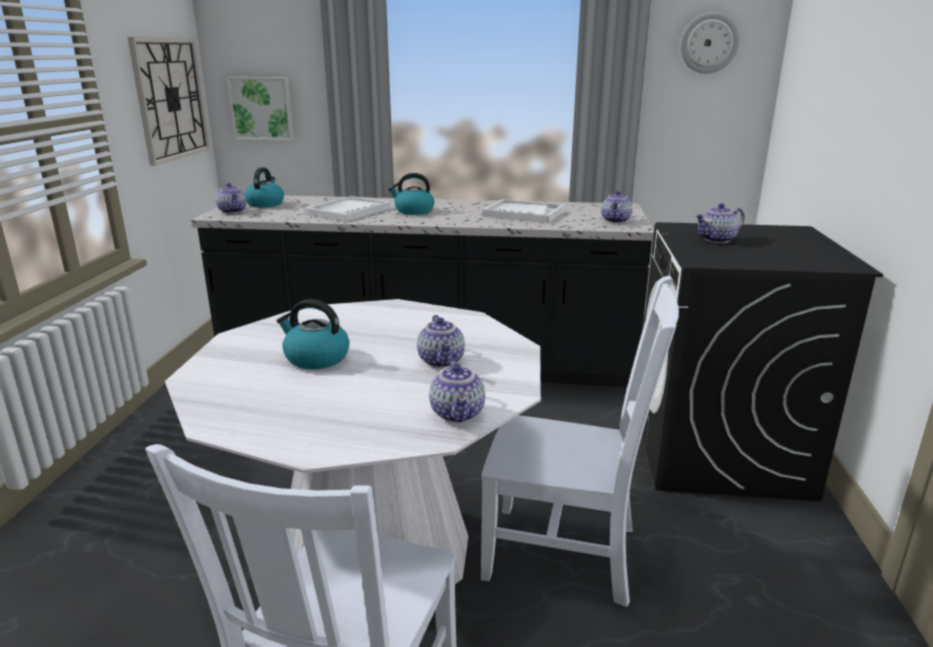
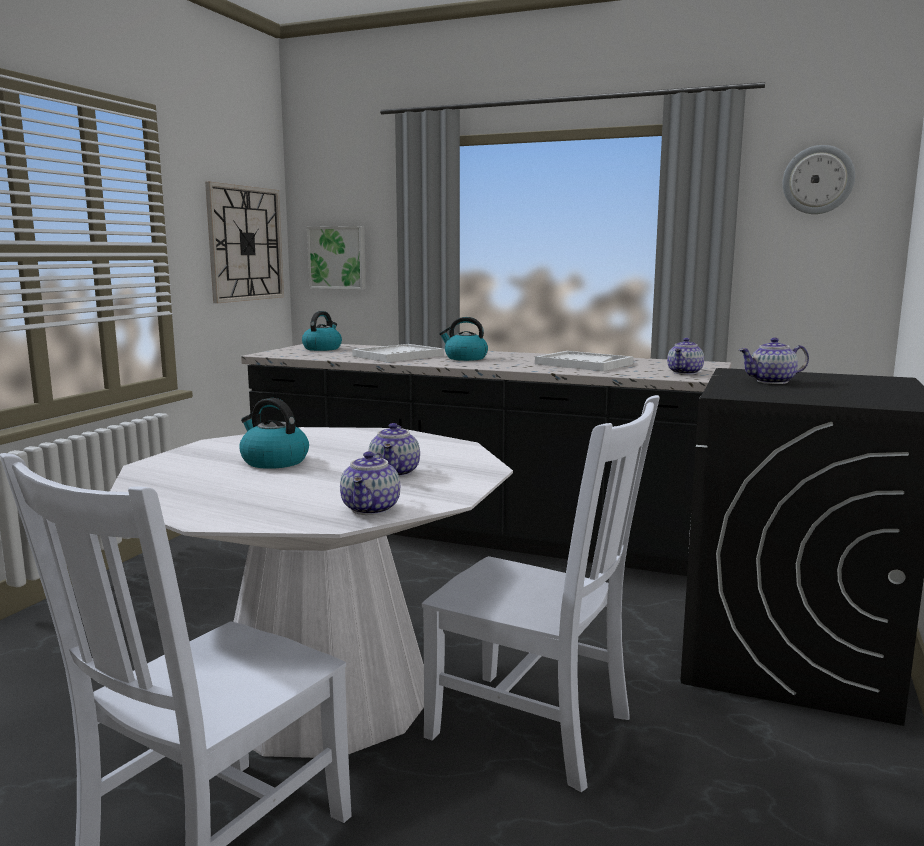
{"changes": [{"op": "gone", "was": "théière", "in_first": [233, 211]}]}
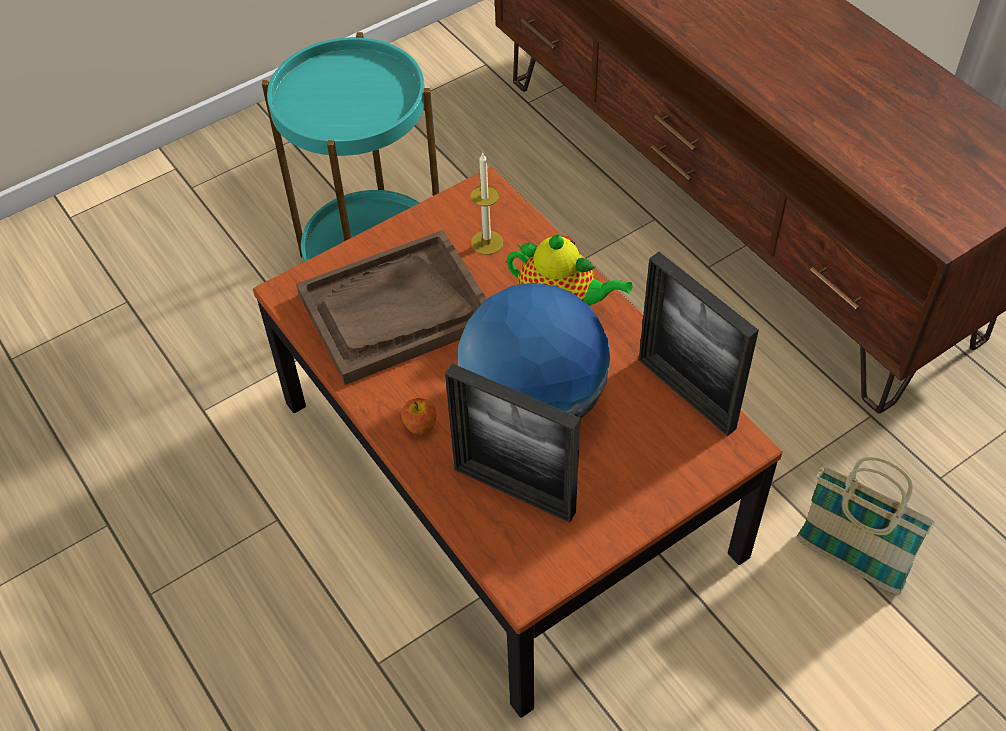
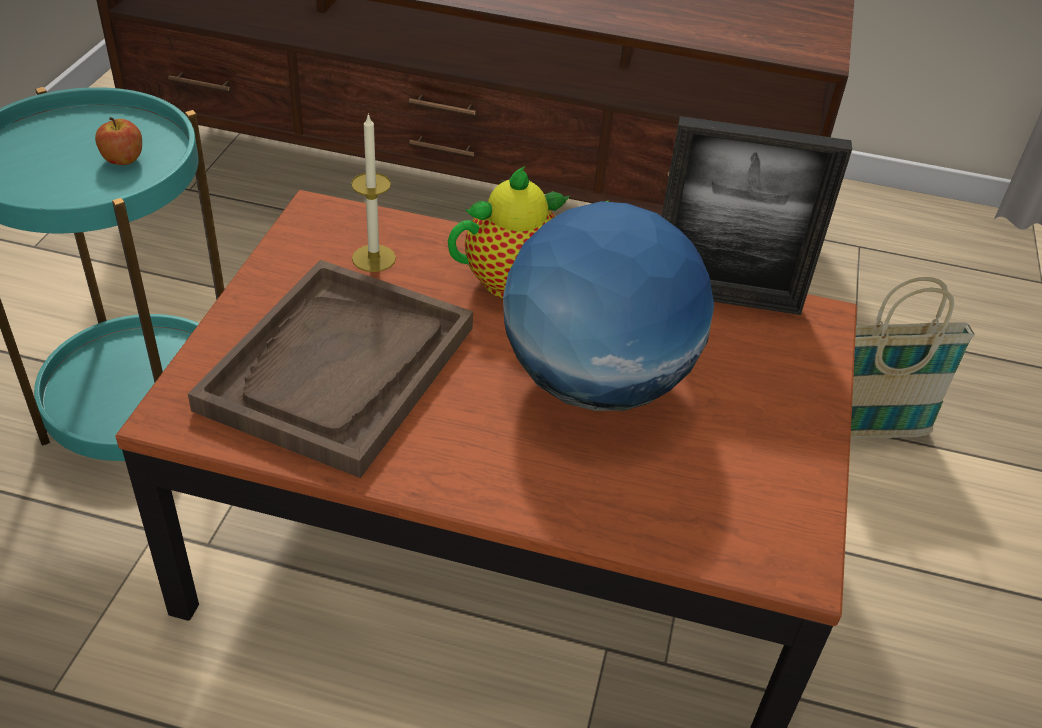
{"changes": [{"op": "shifted", "was": "pomme", "in_first": [420, 425], "in_second": [123, 159]}, {"op": "gone", "was": "cadre photo", "in_first": [514, 490]}]}
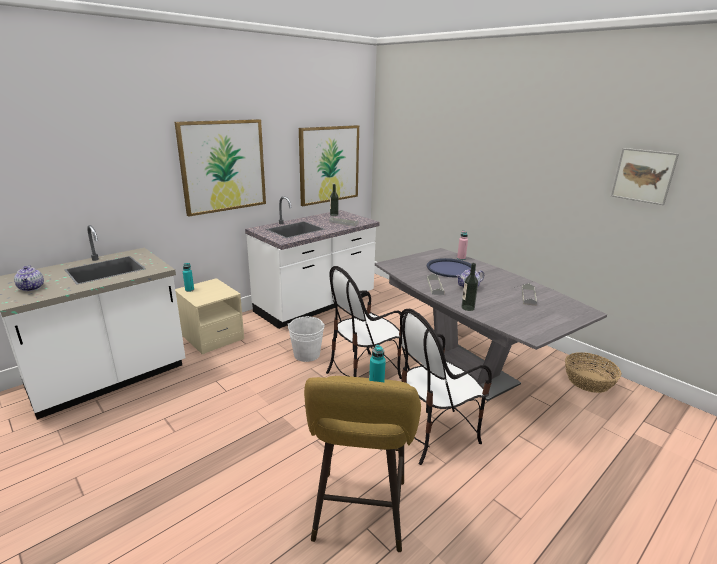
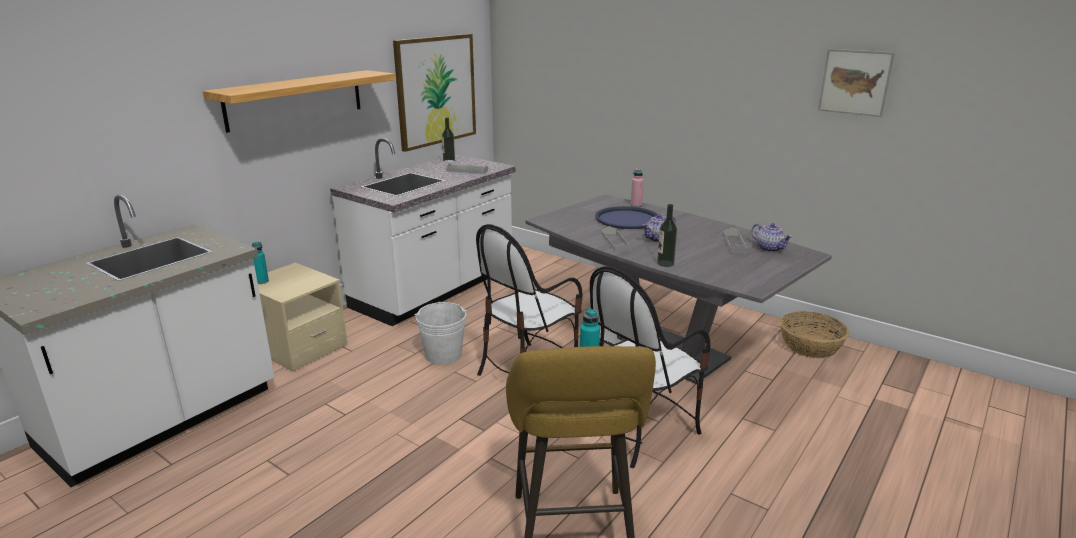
{"changes": [{"op": "swapped", "was": "tableau", "now": "étagère", "in_first": [223, 166], "in_second": [295, 99]}, {"op": "shifted", "was": "théière", "in_first": [32, 288], "in_second": [769, 248]}]}
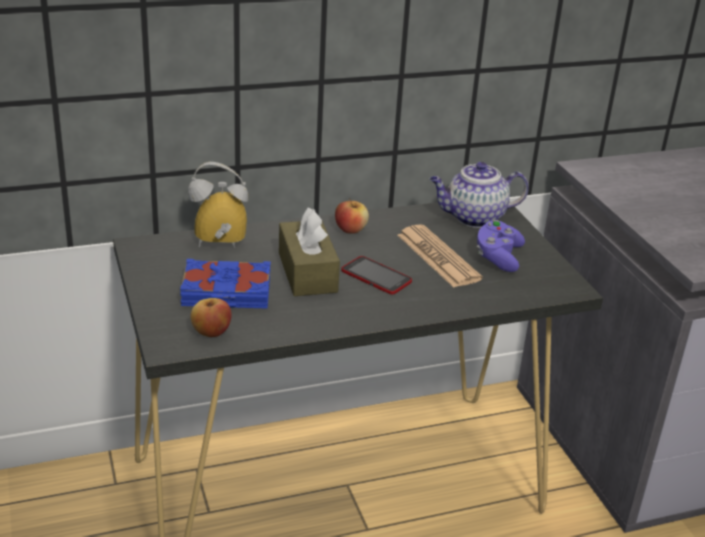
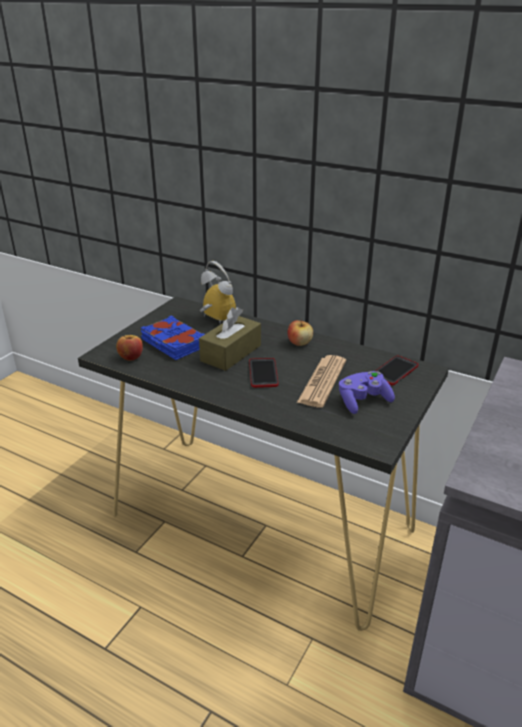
{"changes": [{"op": "swapped", "was": "théière", "now": "téléphone", "in_first": [473, 218], "in_second": [394, 371]}]}
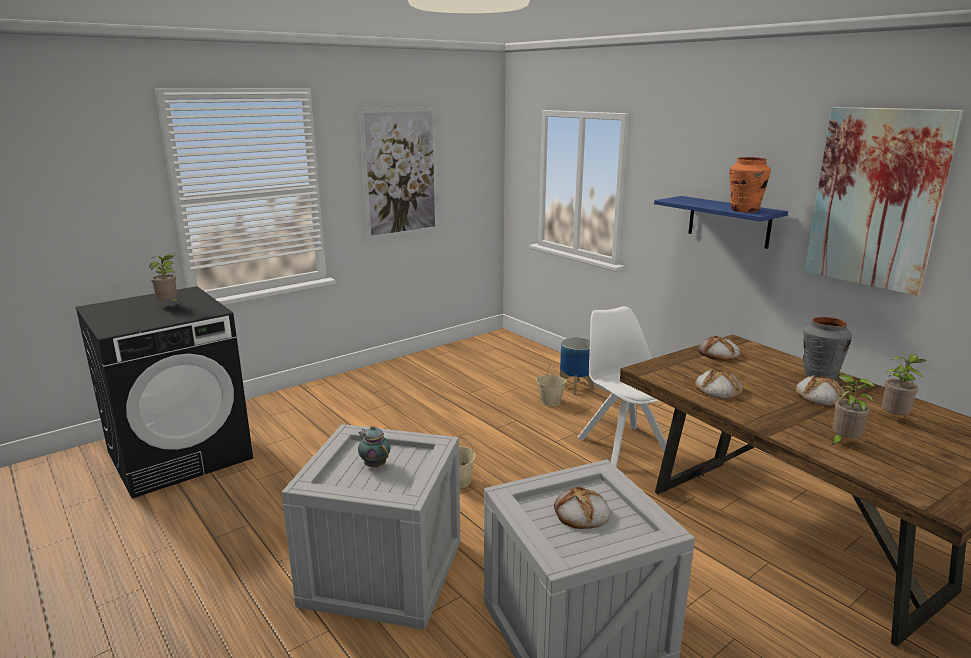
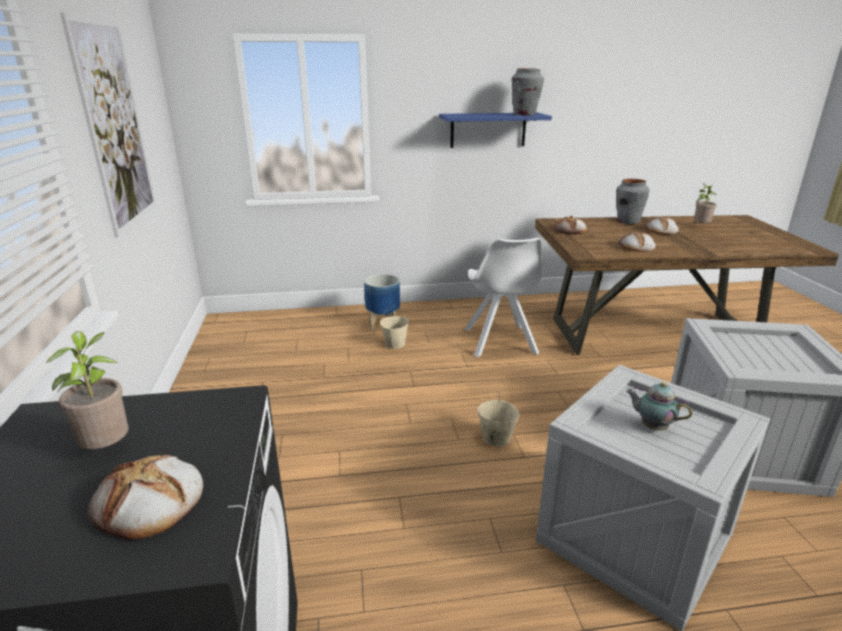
{"changes": [{"op": "shifted", "was": "pain", "in_first": [581, 513], "in_second": [149, 503]}, {"op": "rotated", "was": "chaise [blanc]", "in_first": [622, 446], "in_second": [500, 342], "clockwise": -105}, {"op": "repainted", "was": "vase [orange]", "now": "vase [gris]", "in_first": [744, 210], "in_second": [524, 114]}, {"op": "rotated", "was": "théière", "in_first": [374, 464], "in_second": [652, 426], "clockwise": 45}, {"op": "gone", "was": "tableau", "in_first": [876, 199]}, {"op": "gone", "was": "plante en pot", "in_first": [843, 442]}]}
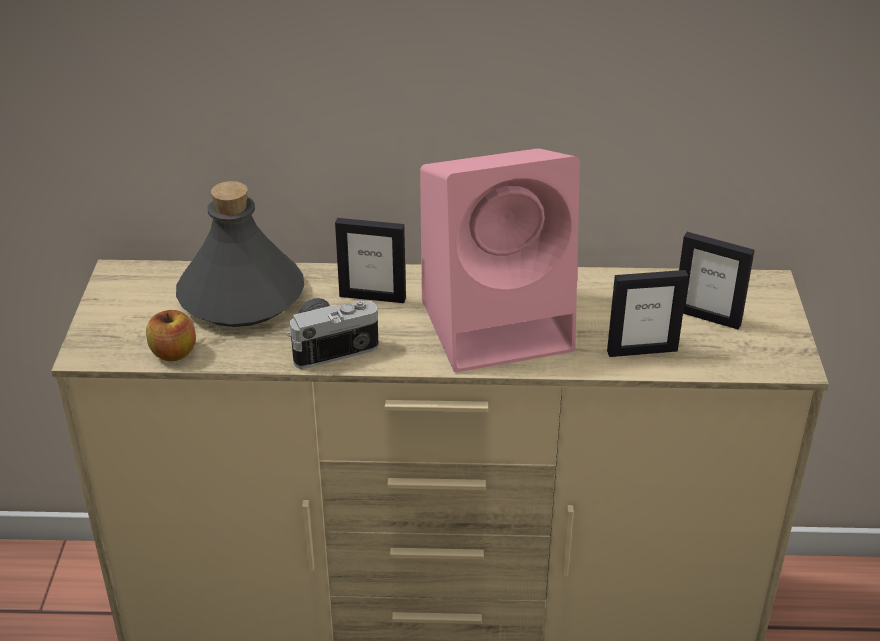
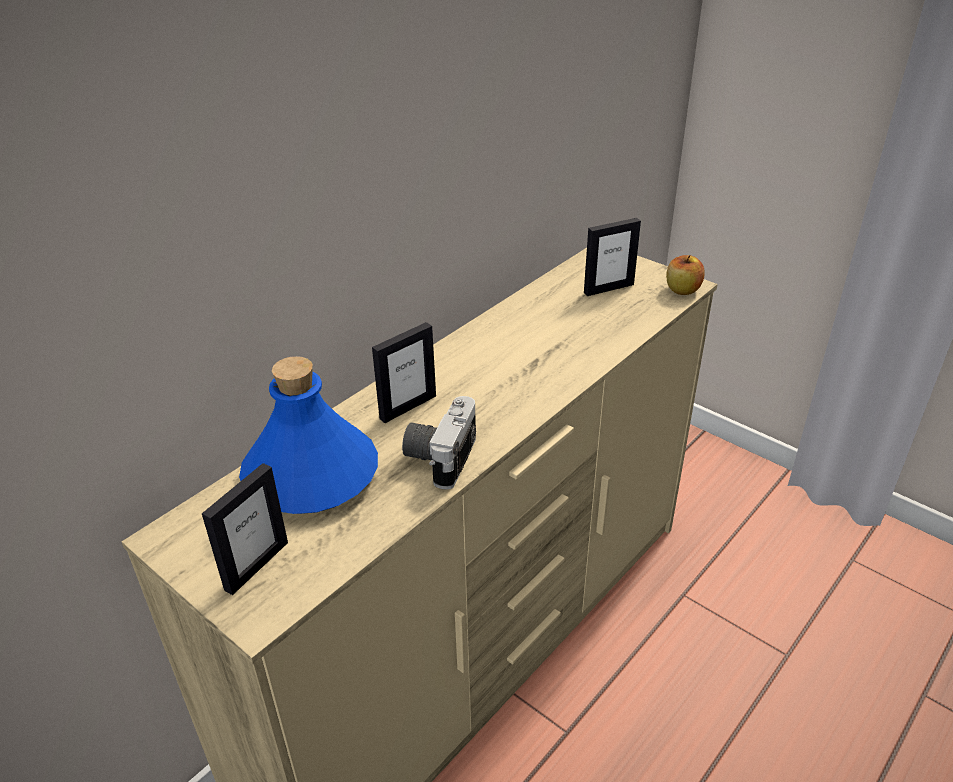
{"changes": [{"op": "shifted", "was": "cadre photo", "in_first": [642, 350], "in_second": [256, 565]}, {"op": "repainted", "was": "bouteille [gris]", "now": "bouteille [bleu]", "in_first": [240, 296], "in_second": [310, 475]}, {"op": "shifted", "was": "pomme", "in_first": [174, 353], "in_second": [682, 290]}, {"op": "gone", "was": "enceinte [rose]", "in_first": [500, 324]}]}
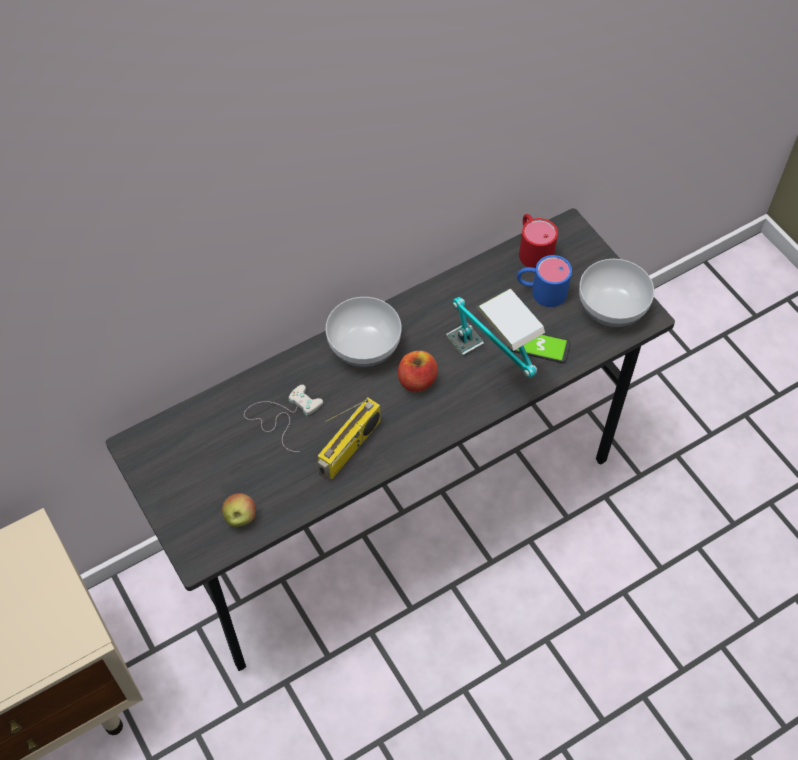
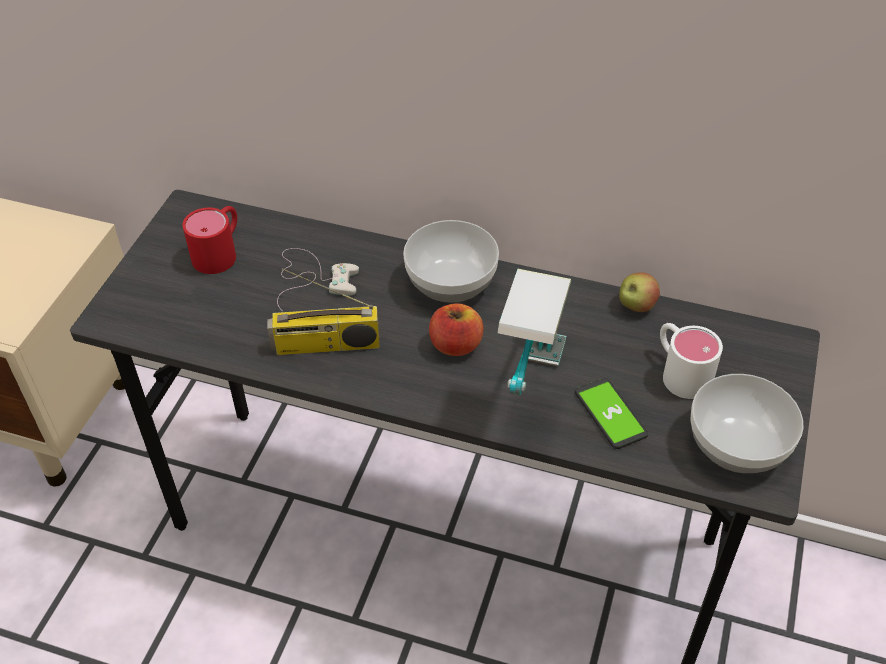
{"changes": [{"op": "shifted", "was": "mug [rouge]", "in_first": [532, 249], "in_second": [220, 251]}, {"op": "shifted", "was": "pomme", "in_first": [240, 518], "in_second": [636, 306]}, {"op": "repainted", "was": "mug [bleu]", "now": "mug [blanc]", "in_first": [541, 291], "in_second": [680, 371]}]}
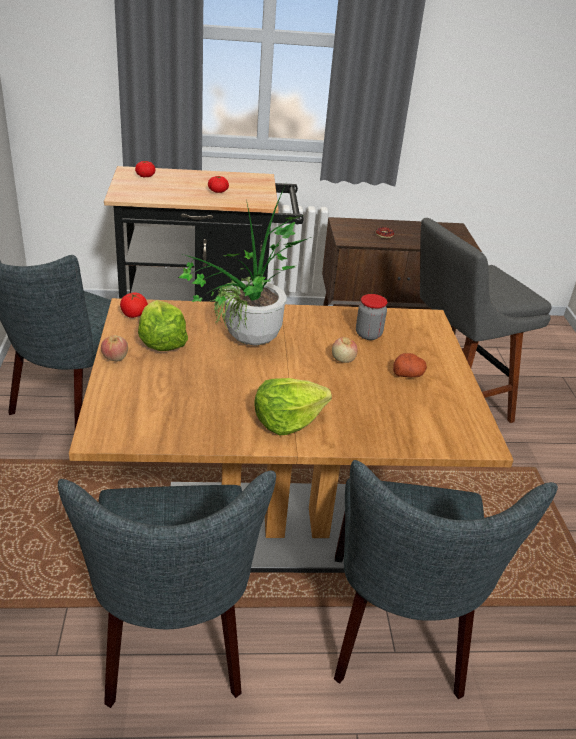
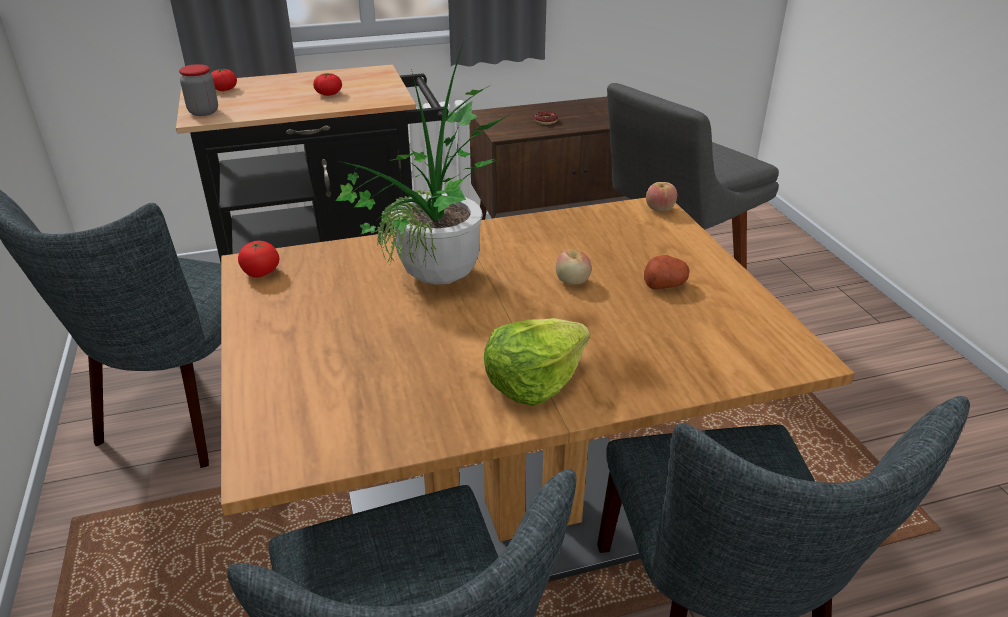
{"changes": [{"op": "shifted", "was": "bocal", "in_first": [368, 334], "in_second": [203, 112]}, {"op": "shifted", "was": "pomme", "in_first": [115, 358], "in_second": [659, 209]}, {"op": "gone", "was": "laitue", "in_first": [161, 341]}]}
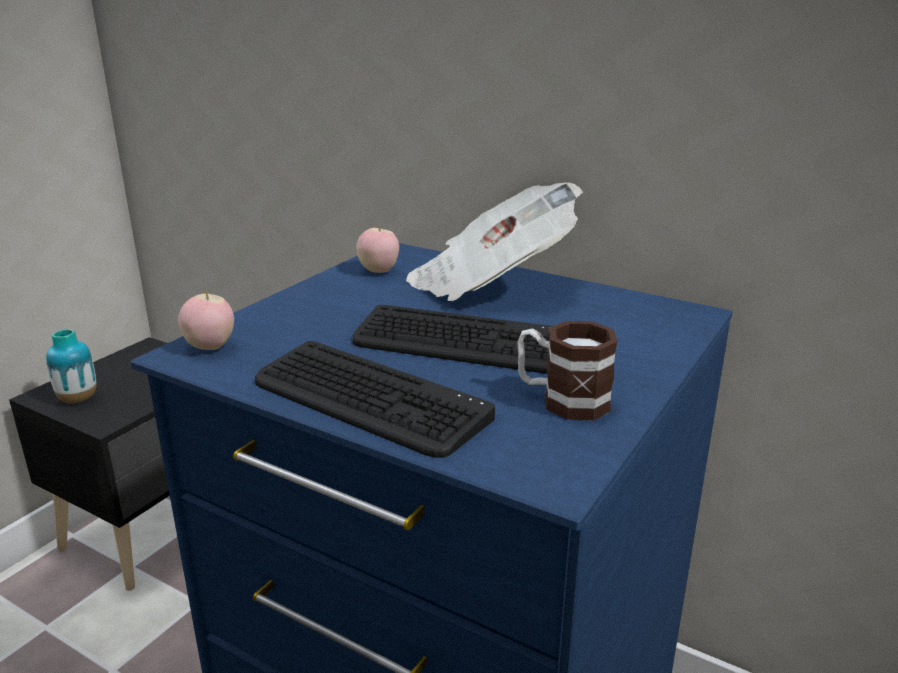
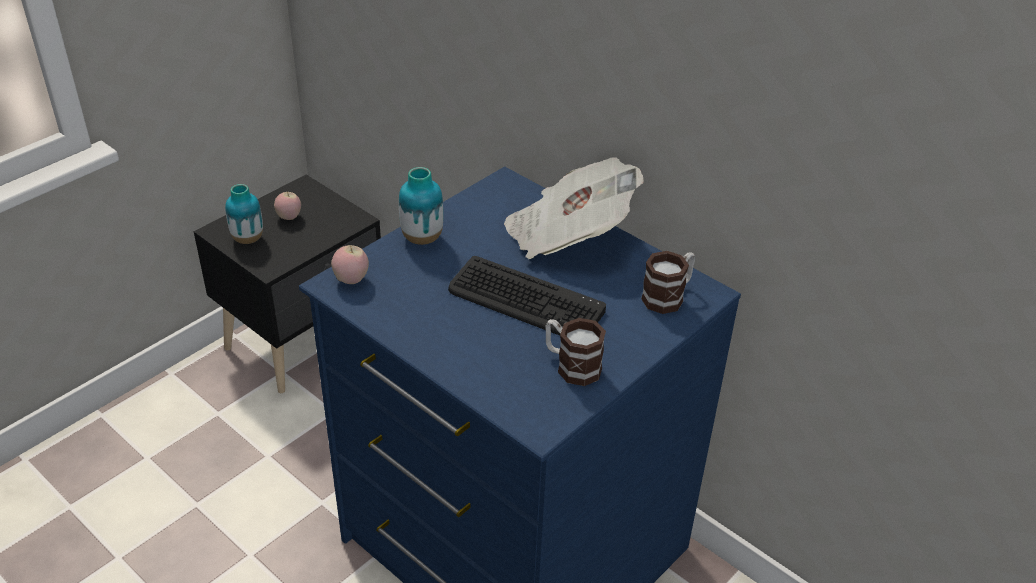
{"changes": [{"op": "shifted", "was": "pomme", "in_first": [379, 271], "in_second": [289, 217]}, {"op": "new", "now": "vase", "in_second": [422, 238]}, {"op": "new", "now": "mug", "in_second": [668, 296]}, {"op": "gone", "was": "clavier", "in_first": [368, 399]}]}
